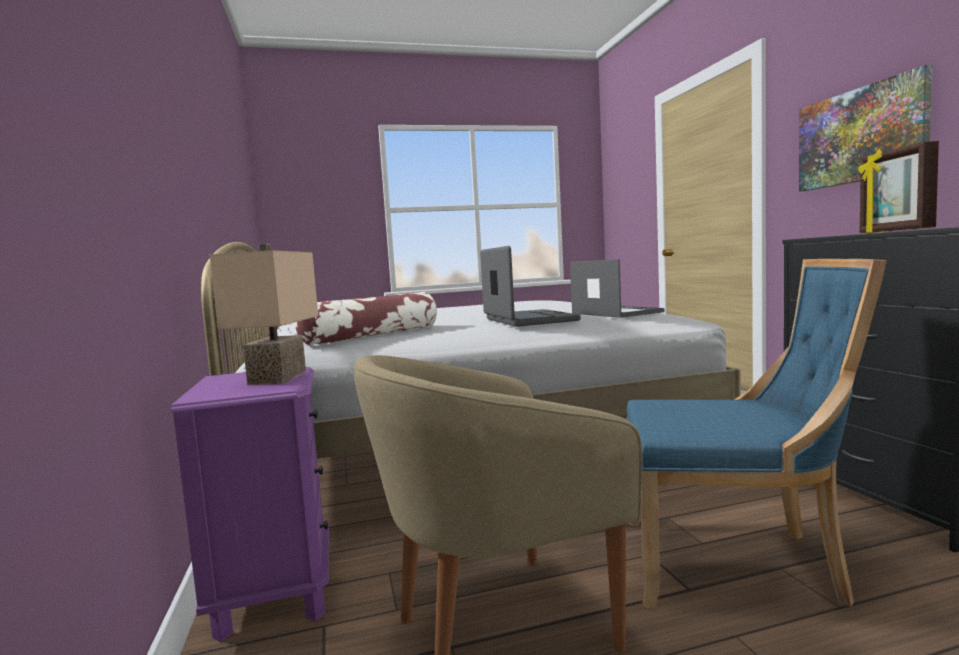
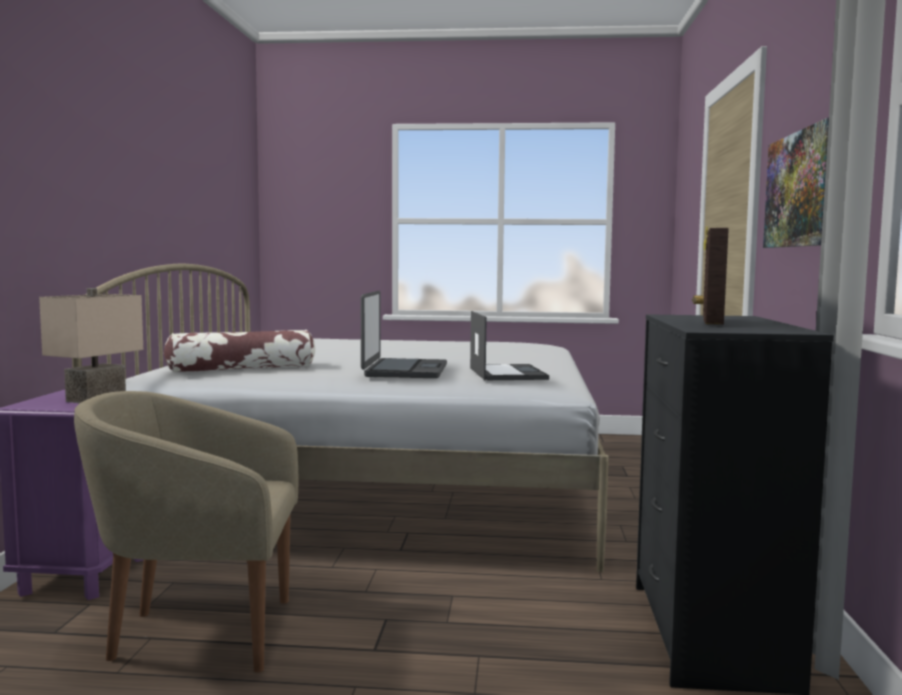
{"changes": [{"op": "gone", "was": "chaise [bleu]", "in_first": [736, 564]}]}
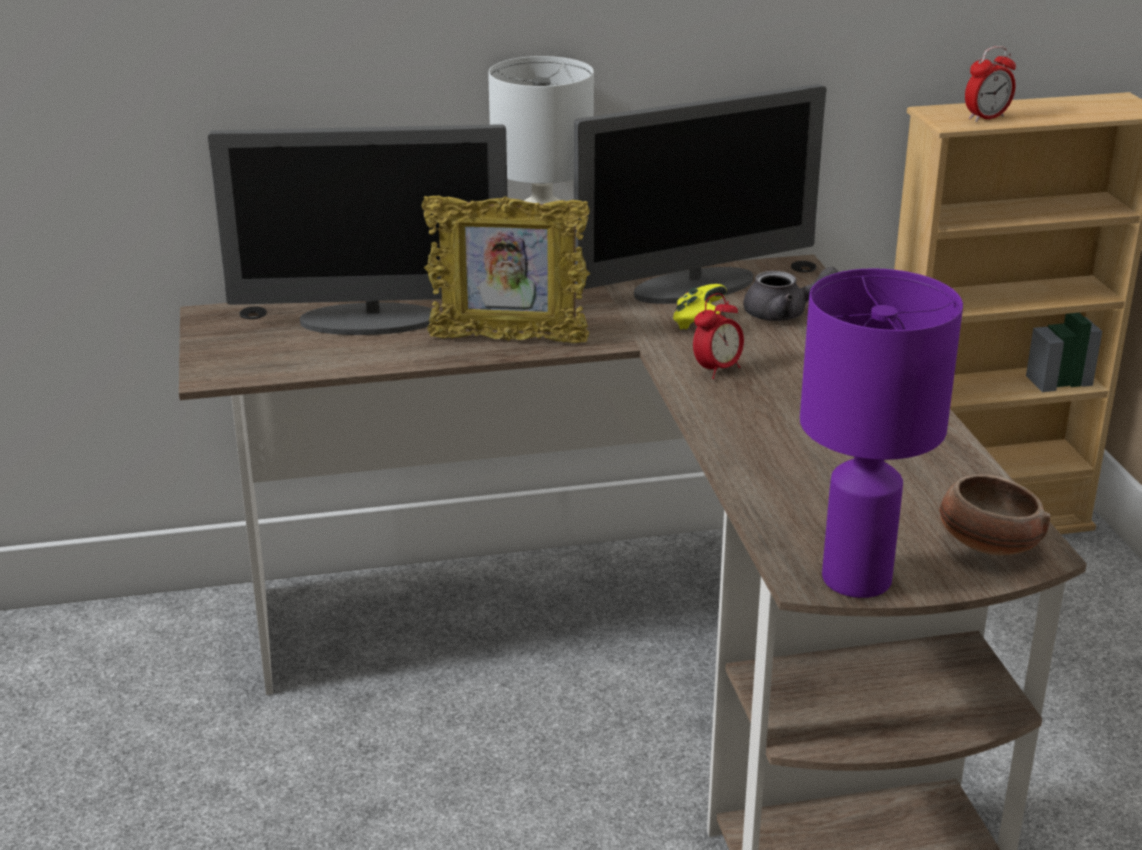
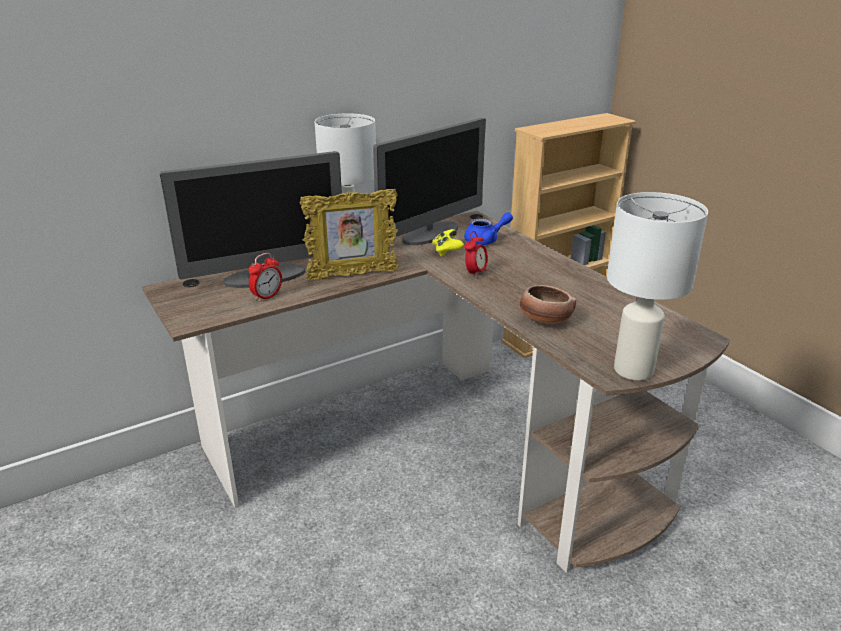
{"changes": [{"op": "shifted", "was": "réveil", "in_first": [986, 117], "in_second": [267, 297]}, {"op": "repainted", "was": "théière [gris]", "now": "théière [bleu]", "in_first": [784, 313], "in_second": [486, 240]}, {"op": "shifted", "was": "bol", "in_first": [986, 545], "in_second": [544, 320]}, {"op": "repainted", "was": "lampe de table [violet]", "now": "lampe de table [blanc]", "in_first": [855, 580], "in_second": [633, 370]}]}
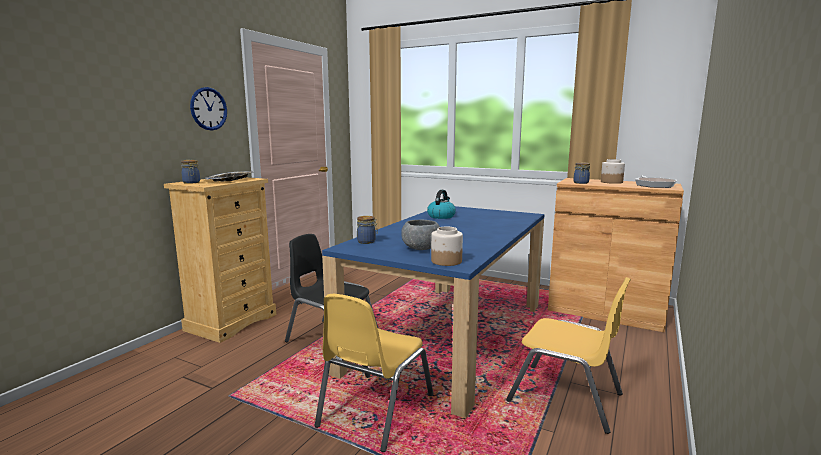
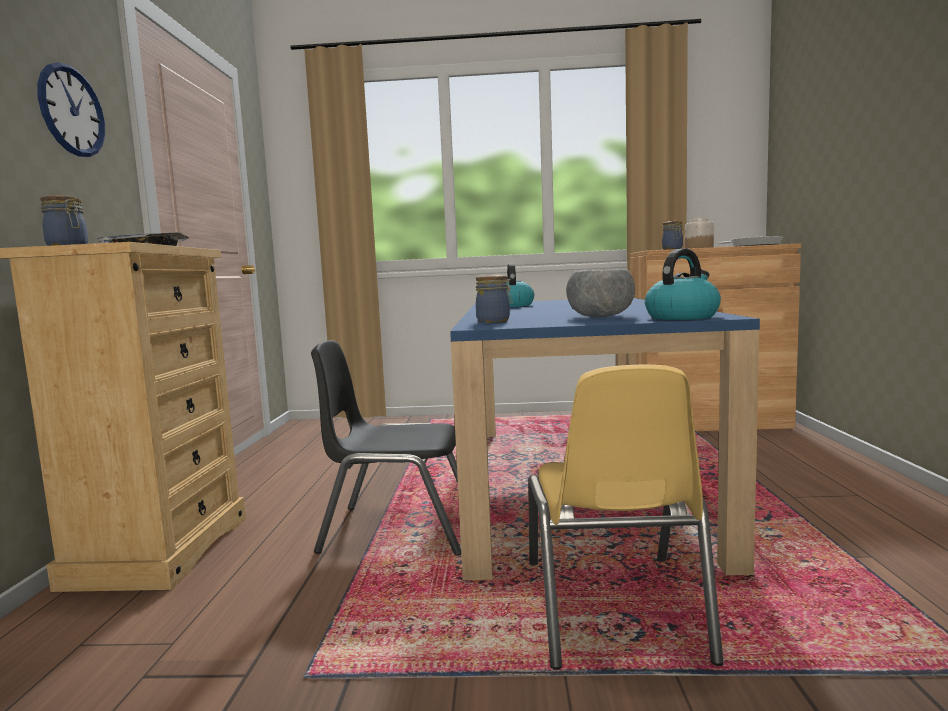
{"changes": [{"op": "swapped", "was": "bocal", "now": "bouilloire", "in_first": [446, 261], "in_second": [682, 317]}, {"op": "gone", "was": "chaise [jaune]", "in_first": [565, 398]}]}
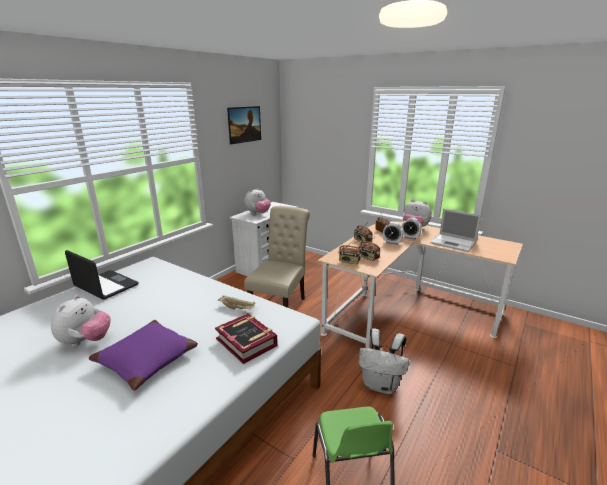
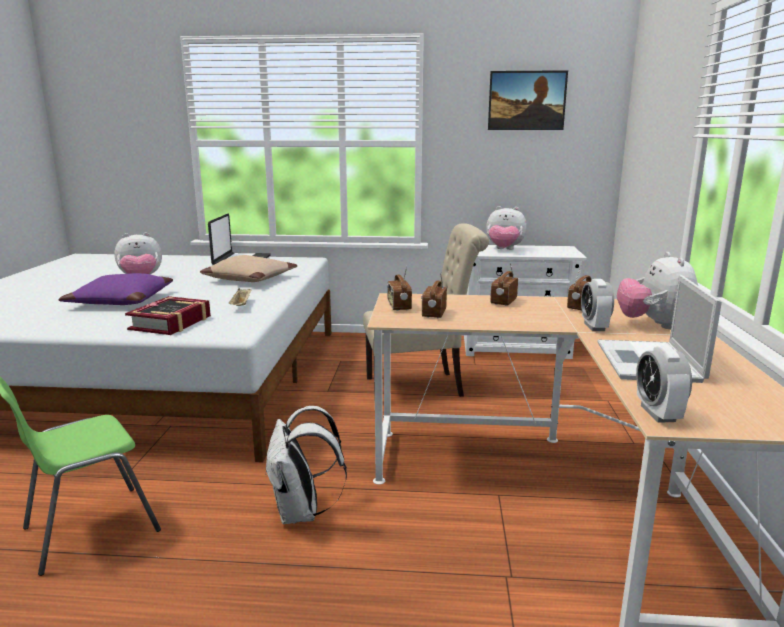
{"changes": [{"op": "new", "now": "coussin [beige]", "in_second": [250, 279]}, {"op": "shifted", "was": "réveil", "in_first": [392, 242], "in_second": [658, 413]}]}
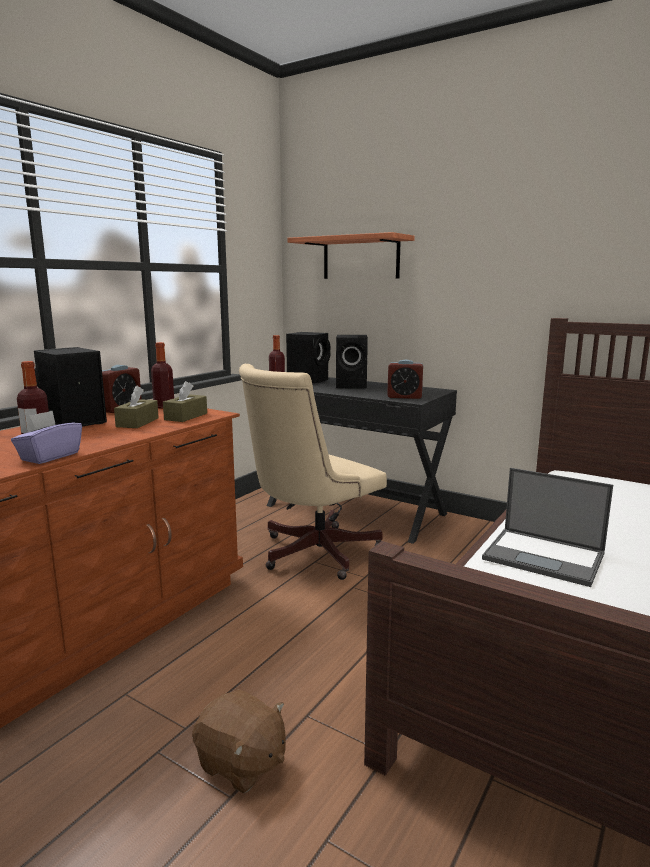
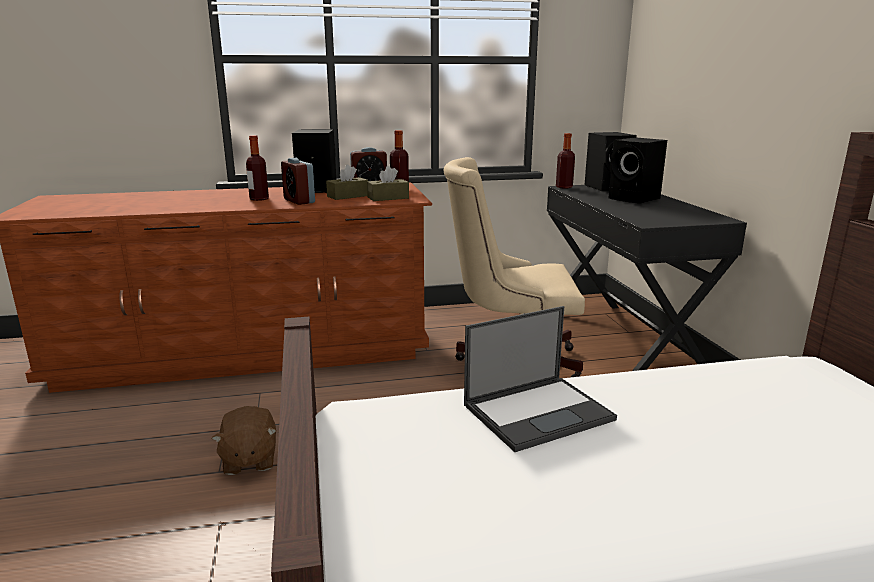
{"changes": [{"op": "shifted", "was": "réveil", "in_first": [404, 397], "in_second": [299, 201]}, {"op": "rotated", "was": "ordinateur portable", "in_first": [545, 557], "in_second": [539, 412], "clockwise": -105}, {"op": "gone", "was": "boîte à mouchoirs [violet]", "in_first": [50, 456]}, {"op": "gone", "was": "étagère", "in_first": [360, 258]}]}
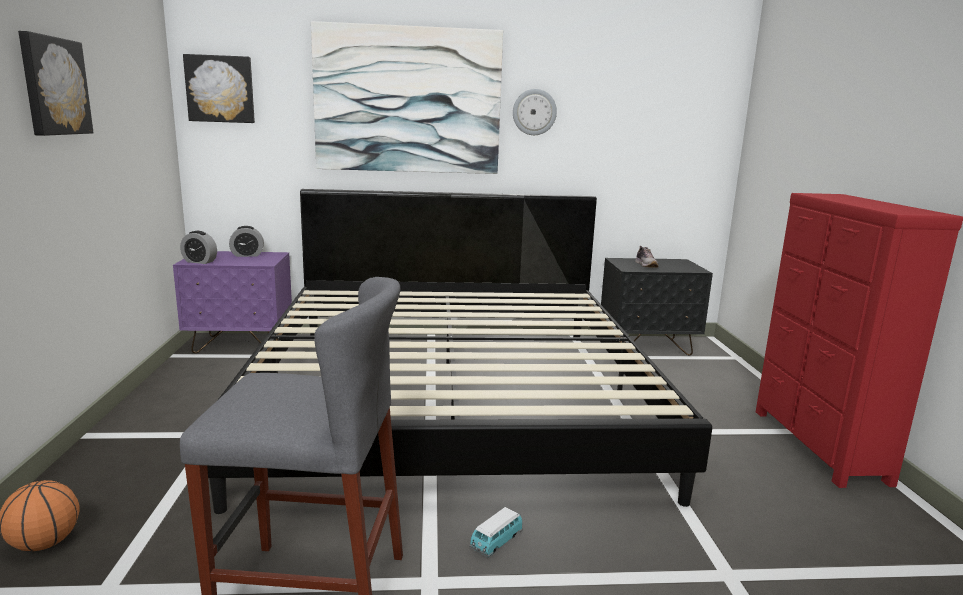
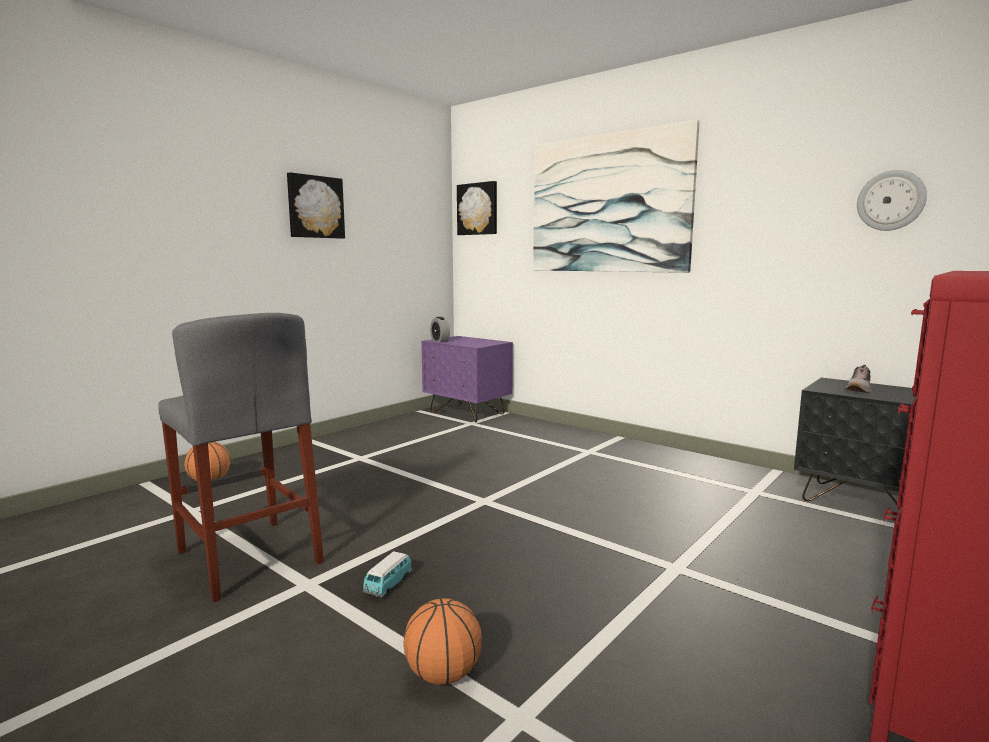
{"changes": [{"op": "rotated", "was": "petite voiture", "in_first": [496, 542], "in_second": [388, 585], "clockwise": -60}, {"op": "new", "now": "ballon de basket", "in_second": [443, 675]}, {"op": "shifted", "was": "horloge murale", "in_first": [534, 112], "in_second": [891, 200]}, {"op": "gone", "was": "lit", "in_first": [452, 398]}, {"op": "gone", "was": "réveil", "in_first": [247, 255]}]}
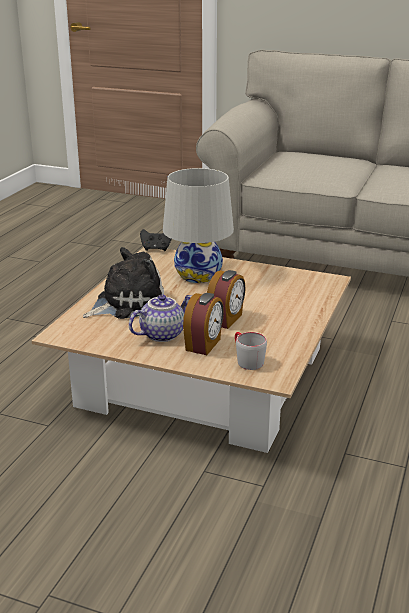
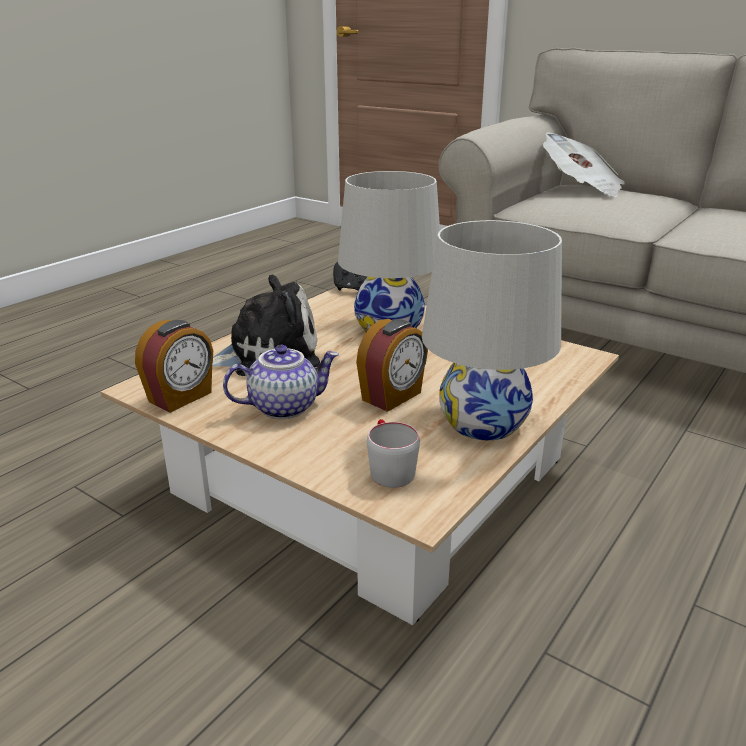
{"changes": [{"op": "shifted", "was": "réveil", "in_first": [204, 345], "in_second": [181, 397]}, {"op": "new", "now": "lampe de table [blanc]", "in_second": [482, 422]}, {"op": "new", "now": "journal", "in_second": [581, 188]}]}
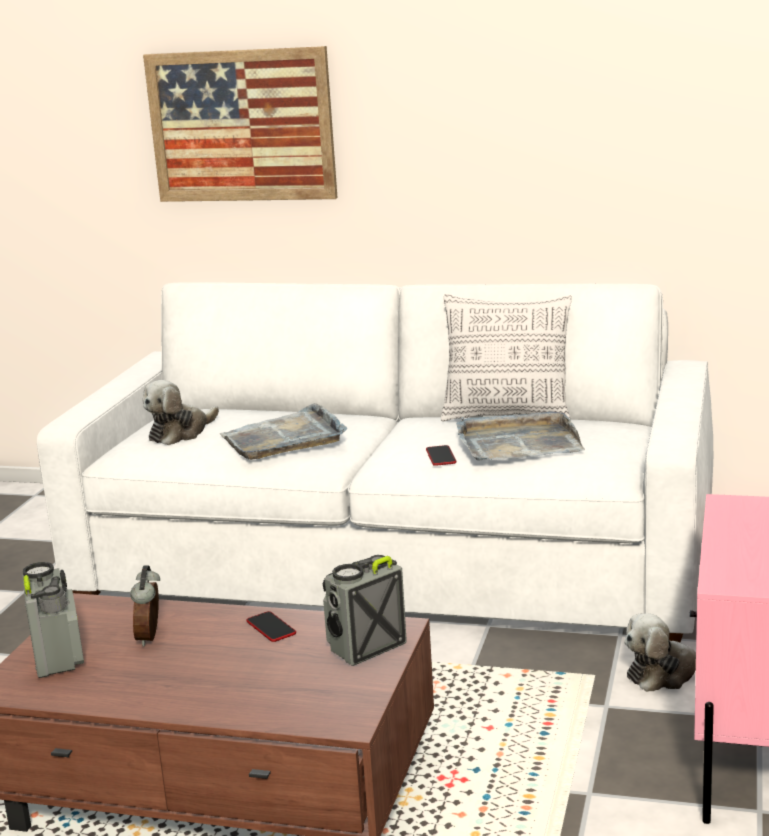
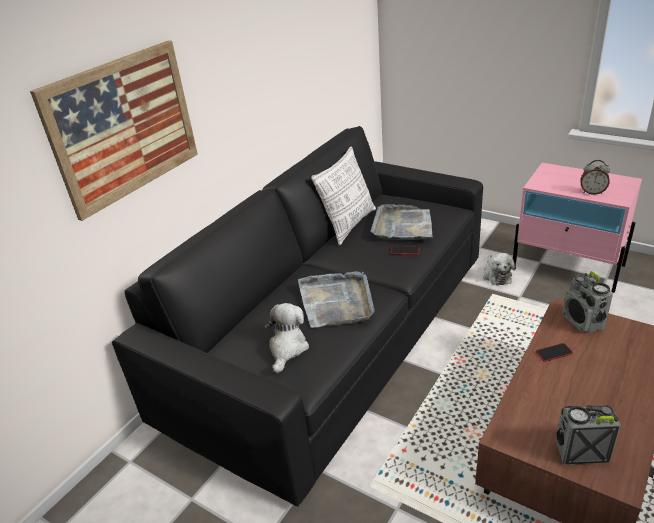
{"changes": [{"op": "repainted", "was": "canapé [blanc]", "now": "canapé [noir]", "in_first": [394, 559], "in_second": [334, 335]}, {"op": "rotated", "was": "peluche", "in_first": [180, 433], "in_second": [287, 348], "clockwise": -135}, {"op": "shifted", "was": "réveil", "in_first": [151, 637], "in_second": [592, 192]}]}
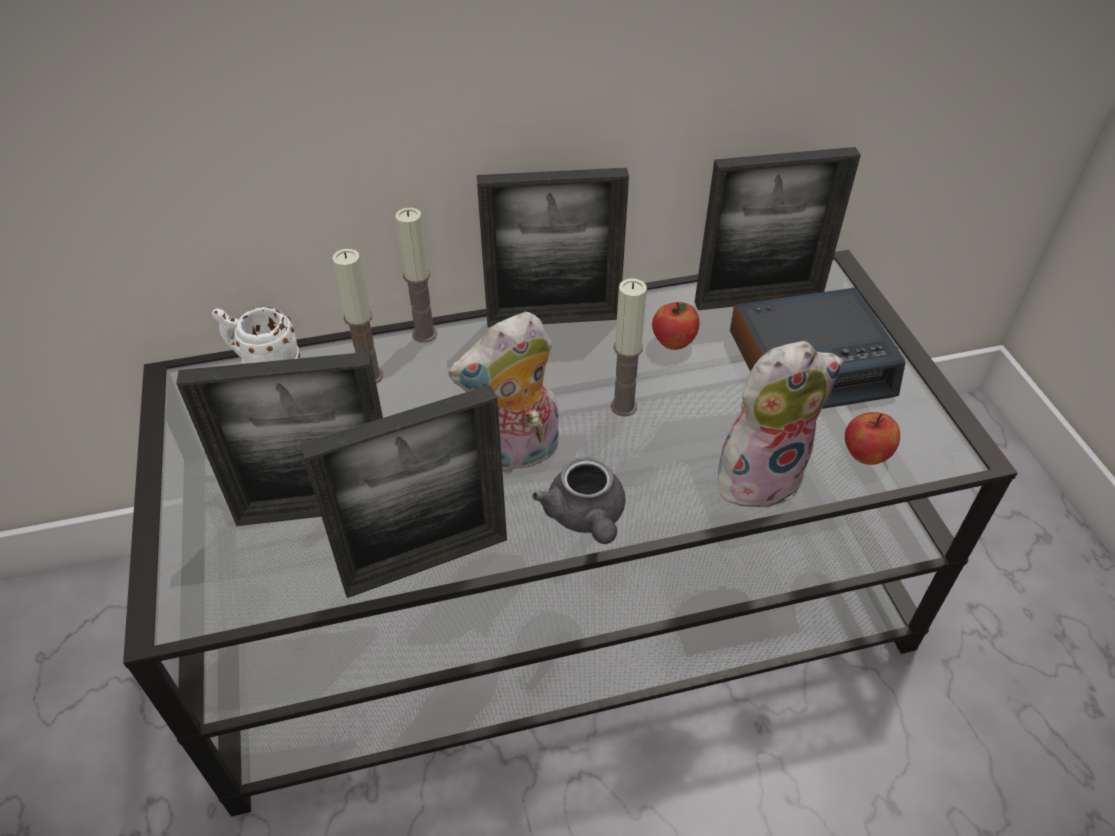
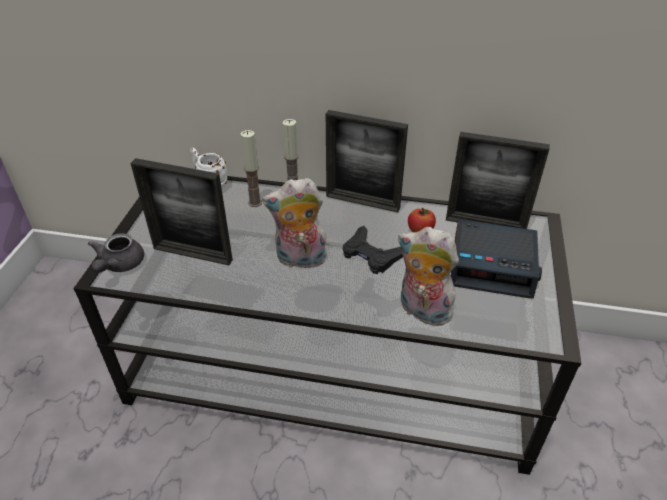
{"changes": [{"op": "shifted", "was": "théière [gris]", "in_first": [586, 517], "in_second": [119, 265]}, {"op": "swapped", "was": "bougie", "now": "manette [noir]", "in_first": [624, 406], "in_second": [371, 255]}, {"op": "rotated", "was": "peluche", "in_first": [759, 475], "in_second": [422, 311], "clockwise": -150}, {"op": "gone", "was": "cadre photo", "in_first": [426, 562]}, {"op": "gone", "was": "pomme", "in_first": [865, 455]}]}
